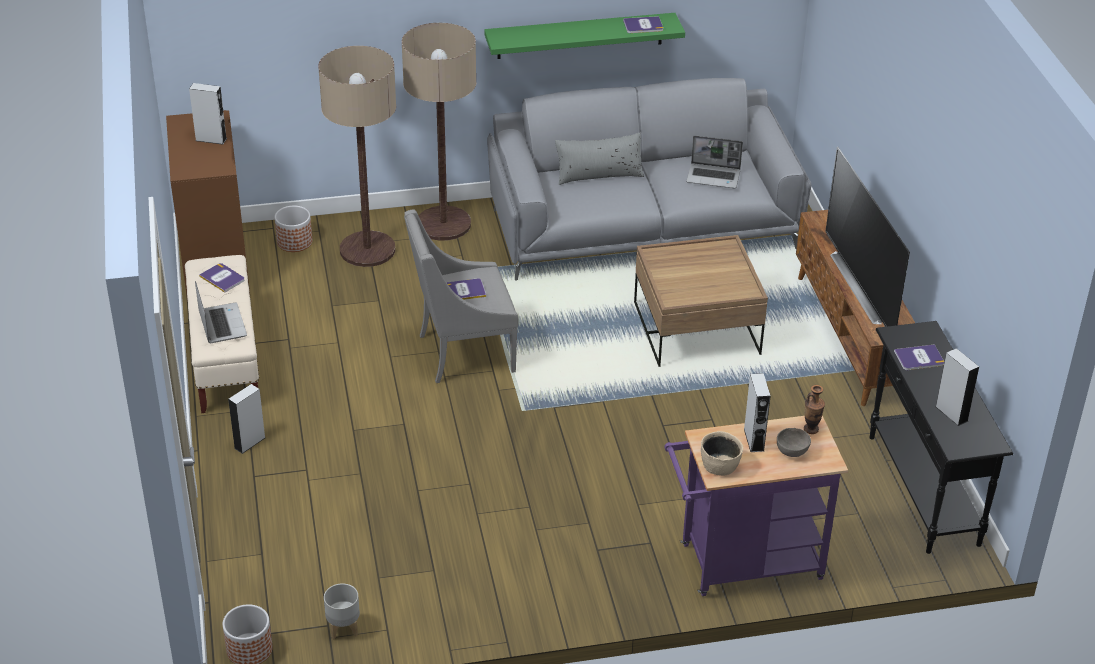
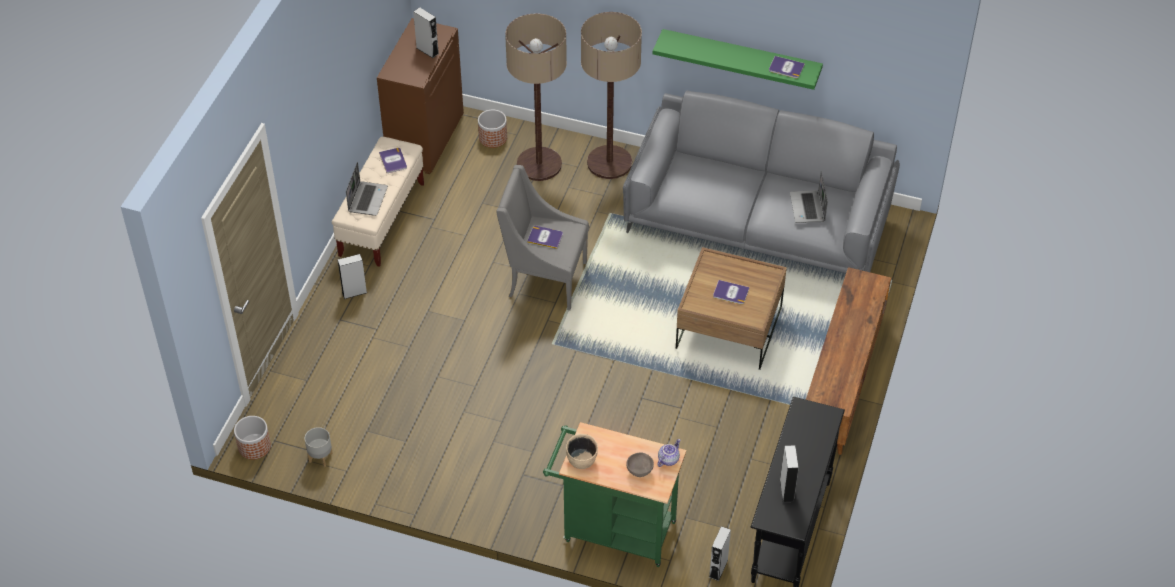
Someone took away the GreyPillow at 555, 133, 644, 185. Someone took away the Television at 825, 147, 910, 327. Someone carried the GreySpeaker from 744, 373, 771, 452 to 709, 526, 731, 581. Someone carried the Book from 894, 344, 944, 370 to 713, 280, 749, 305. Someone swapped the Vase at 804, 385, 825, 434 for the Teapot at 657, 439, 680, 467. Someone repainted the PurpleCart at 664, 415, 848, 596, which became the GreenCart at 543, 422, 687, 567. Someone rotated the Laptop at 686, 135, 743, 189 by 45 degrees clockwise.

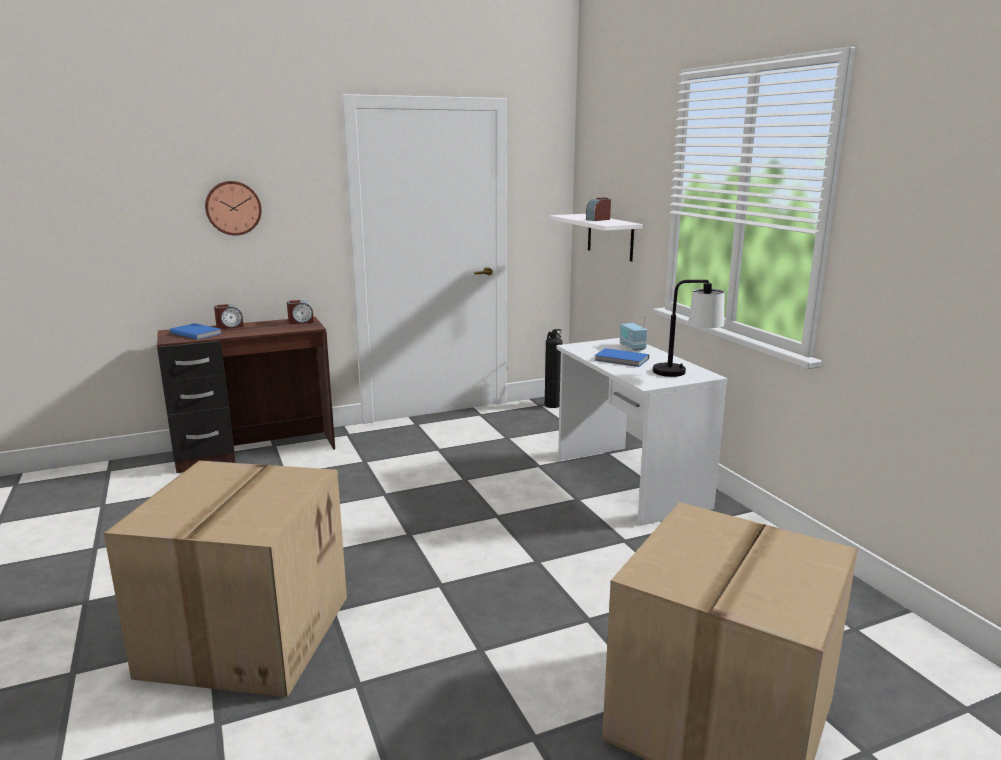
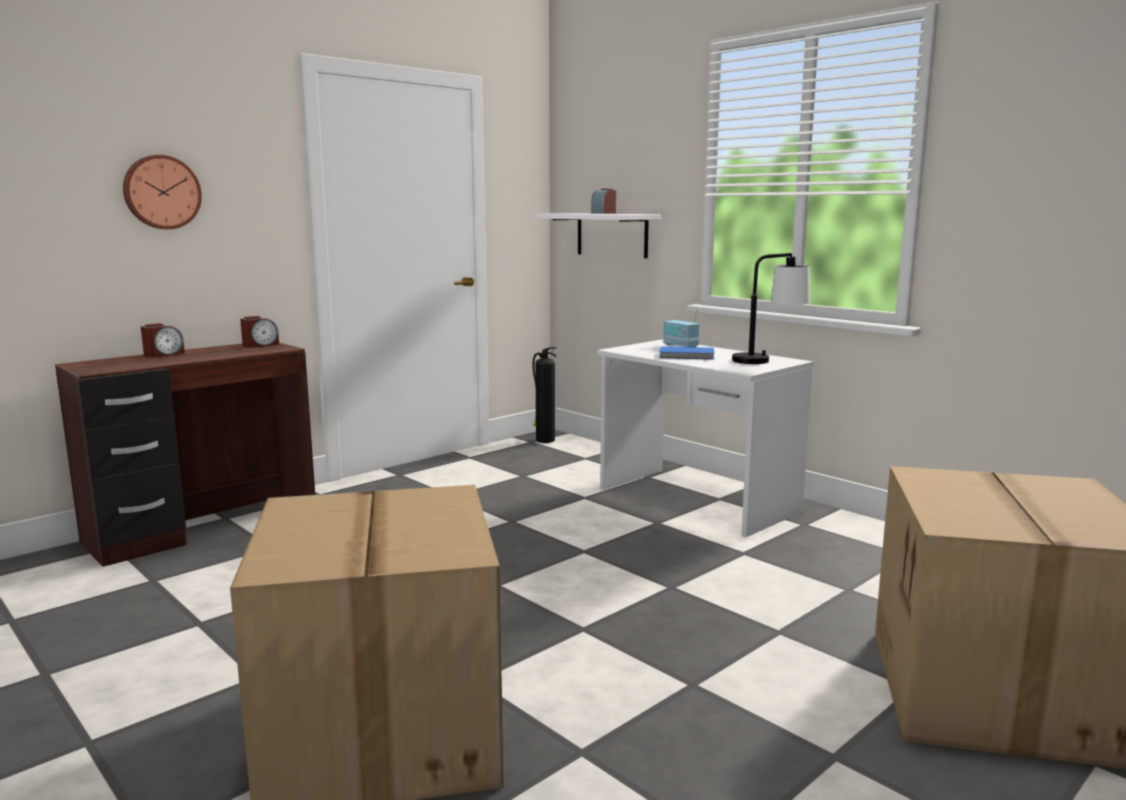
Someone took away the BlueBook at 170, 323, 221, 340.

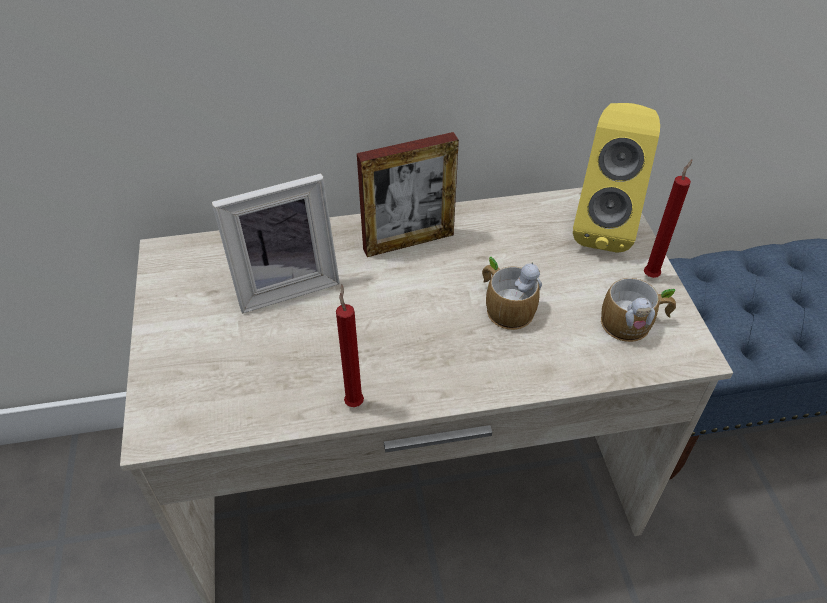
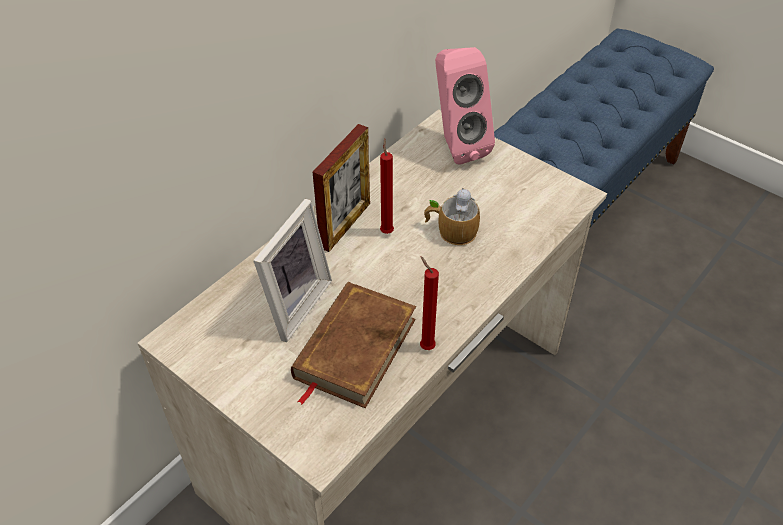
Someone took away the Mug at 601, 278, 676, 342. Someone put down the BrownBook at 291, 282, 416, 408. Someone carried the RedCandle from 644, 159, 692, 278 to 380, 138, 394, 234. Someone repainted the YellowSpeaker at 573, 103, 660, 252, which became the PinkSpeaker at 435, 47, 495, 165.

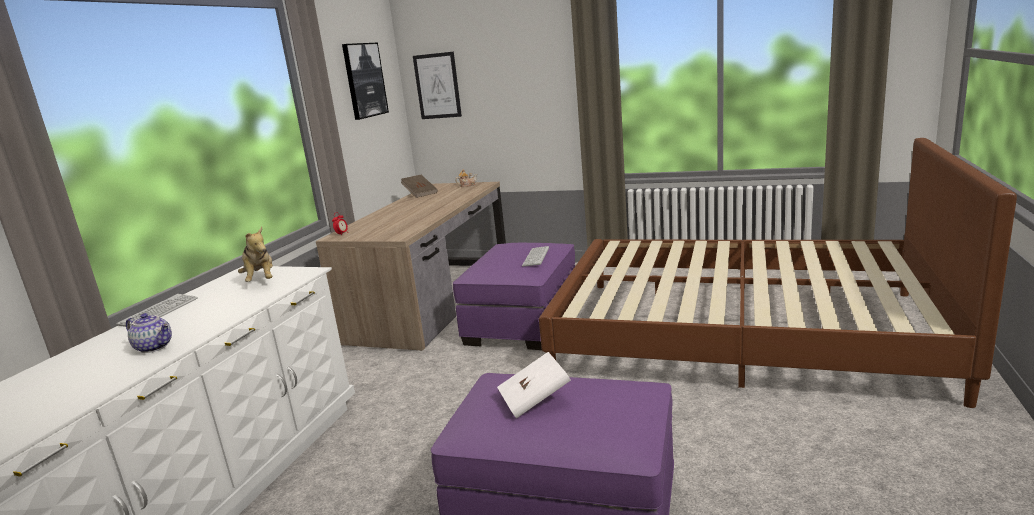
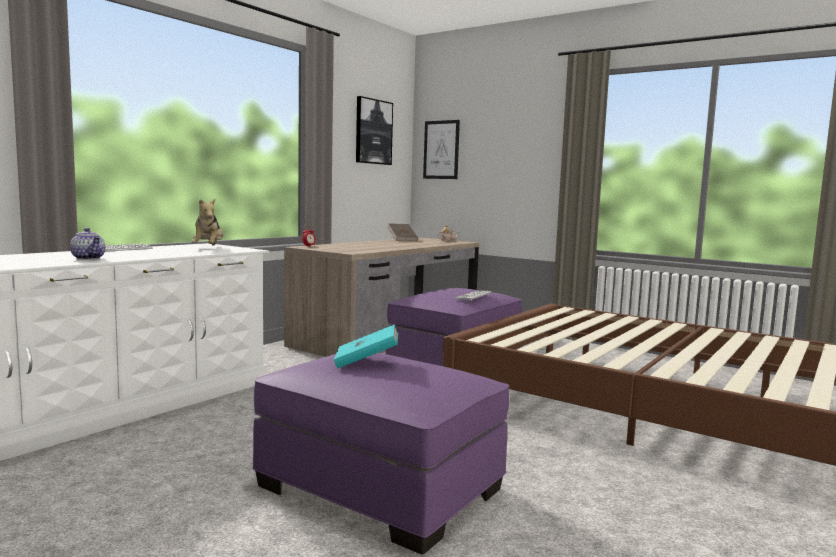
Someone repainted the WhiteBook at 497, 352, 571, 418, which became the TurquoiseBook at 334, 324, 398, 368.

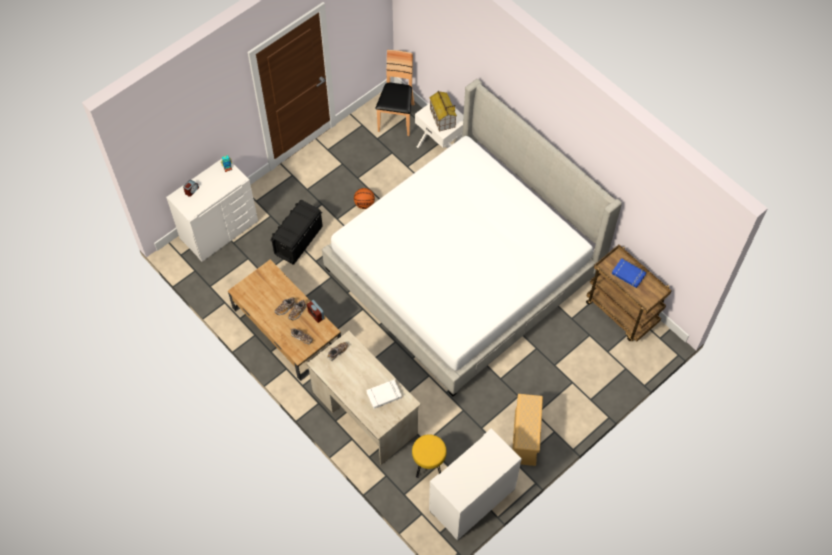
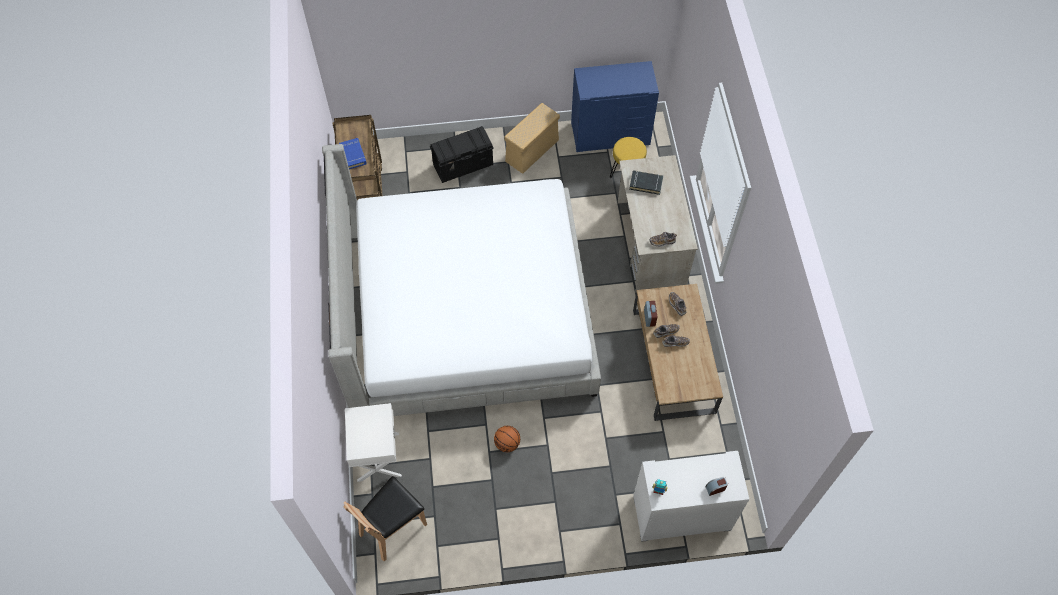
Someone took away the ToyHouse at 429, 91, 457, 132. Someone carried the BlackStorageBox from 270, 200, 323, 264 to 430, 126, 494, 183. Someone repainted the WhiteBook at 366, 380, 402, 409, which became the BlackBook at 629, 170, 663, 195. Someone repainted the WhiteDresser at 429, 429, 522, 541, which became the BlueDresser at 571, 61, 659, 152.

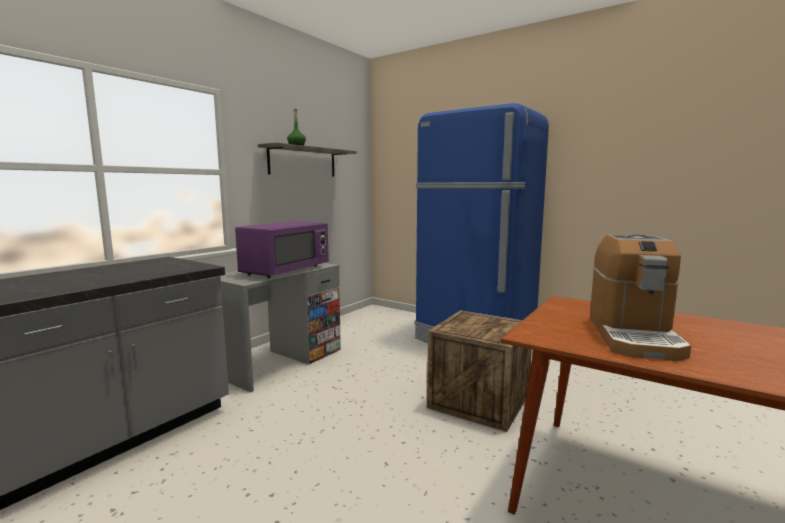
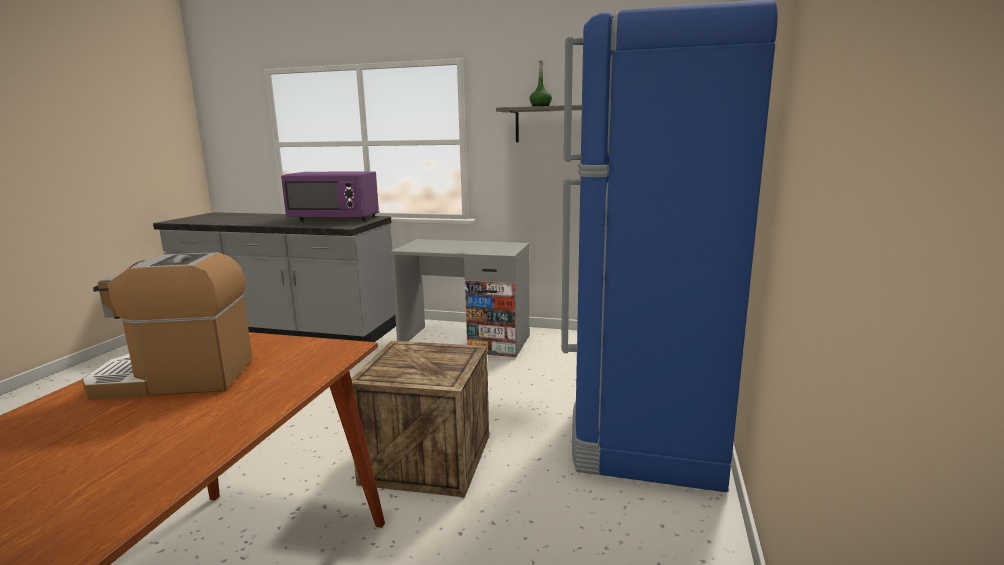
Someone carried the PurpleMicrowave from 235, 221, 329, 278 to 281, 171, 379, 221.

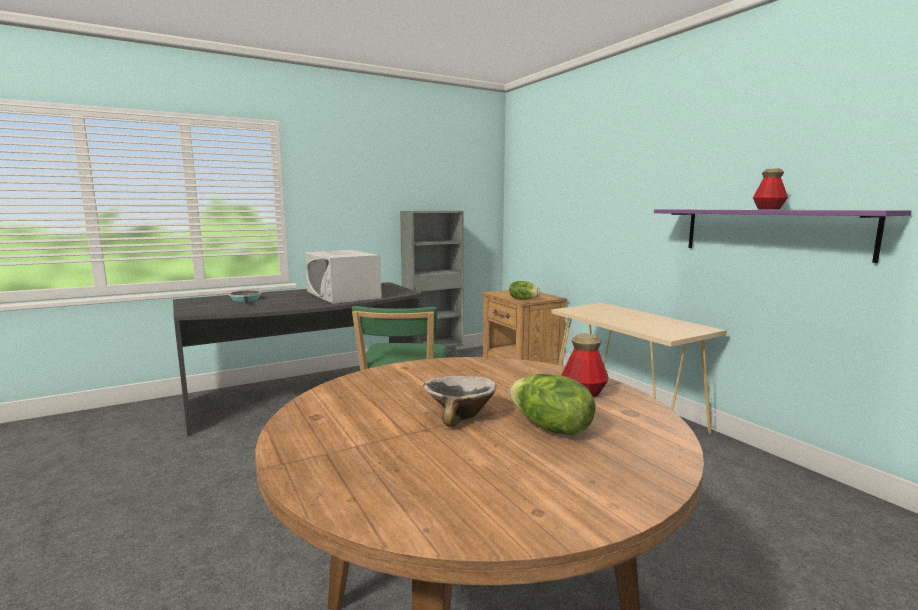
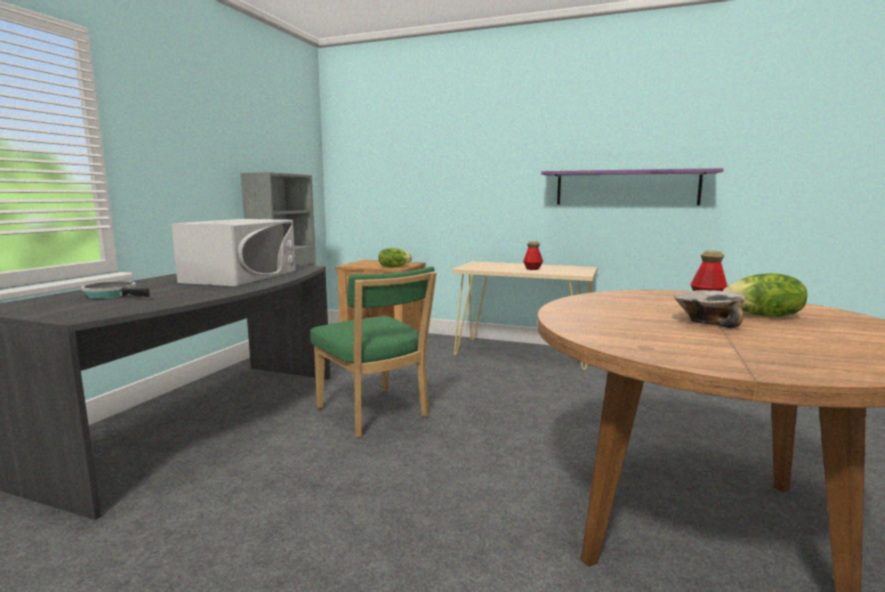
Someone carried the Bottle from 753, 169, 788, 210 to 523, 241, 543, 270. Someone rotated the WhiteMicrowave at 305, 250, 382, 304 by 90 degrees counterclockwise.

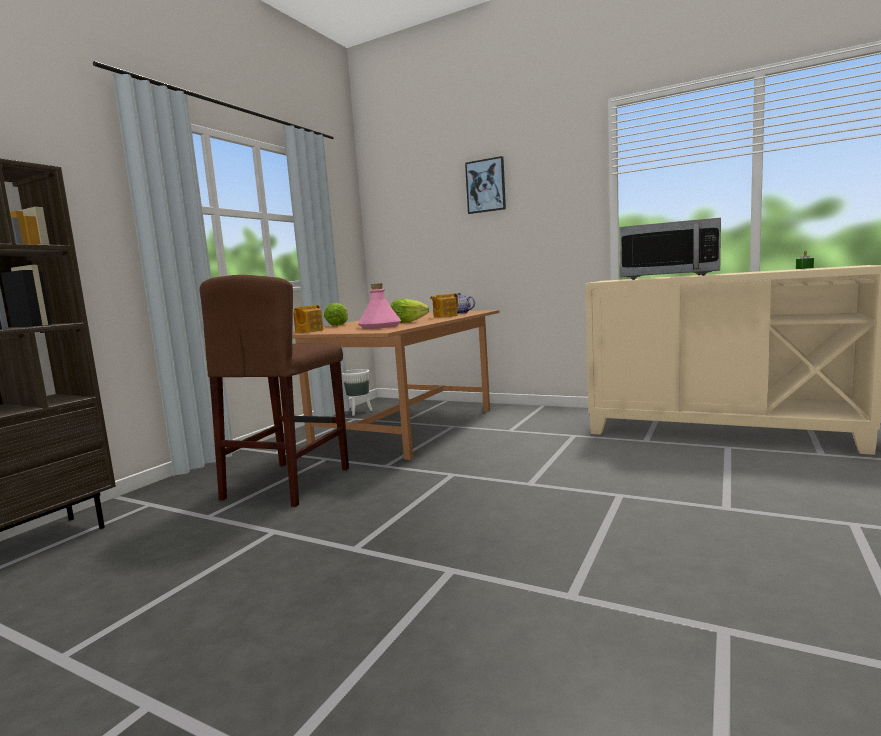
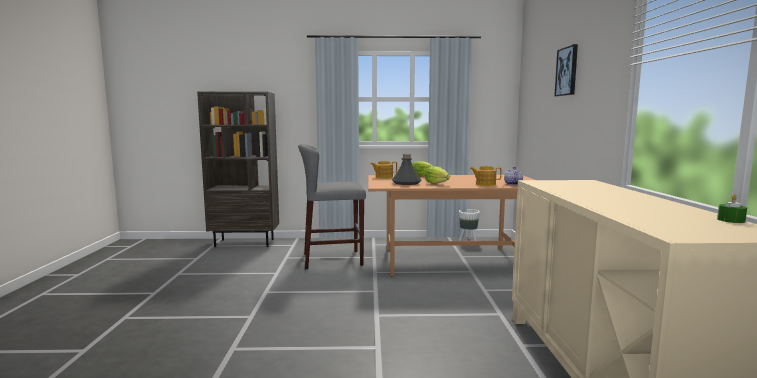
Someone took away the Microwave at 619, 218, 721, 280. Someone repainted the BrownStool at 200, 275, 349, 507, which became the GreyStool at 298, 144, 366, 269. Someone repainted the PinkBottle at 358, 283, 402, 329, which became the GreyBottle at 392, 154, 421, 185.

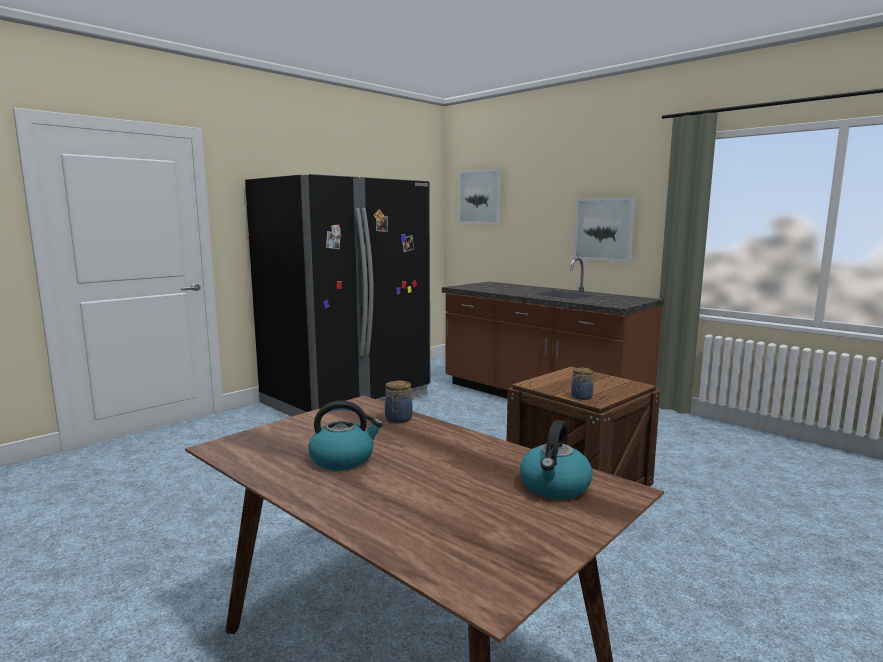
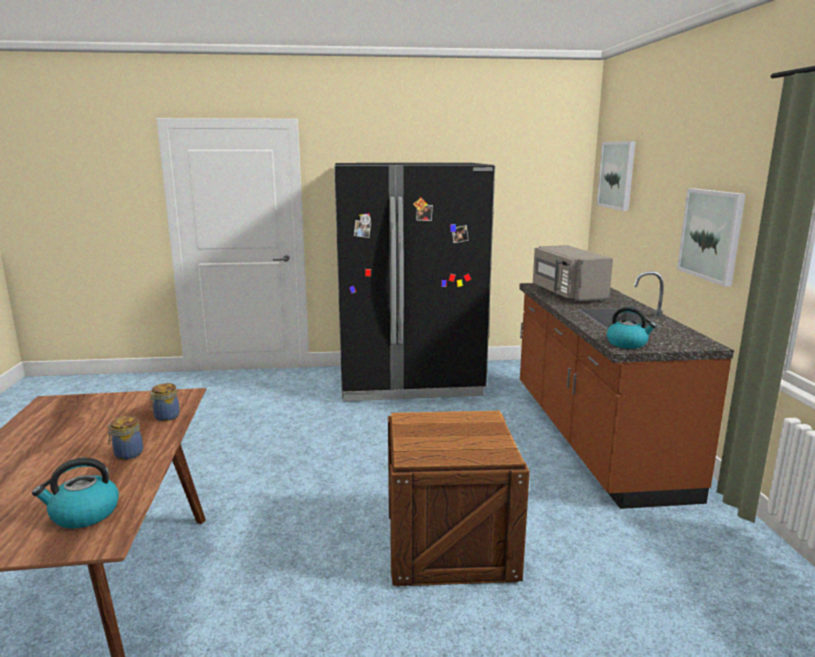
Someone put down the GreyMicrowave at 533, 245, 613, 302. Someone carried the Kettle from 308, 401, 383, 470 to 607, 307, 656, 349. Someone carried the Jar from 571, 368, 593, 400 to 107, 416, 143, 460.

